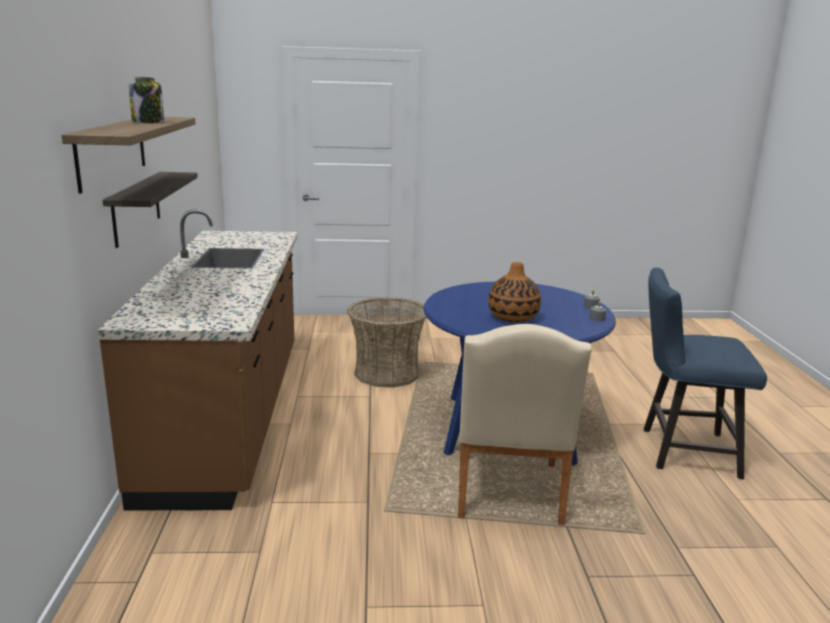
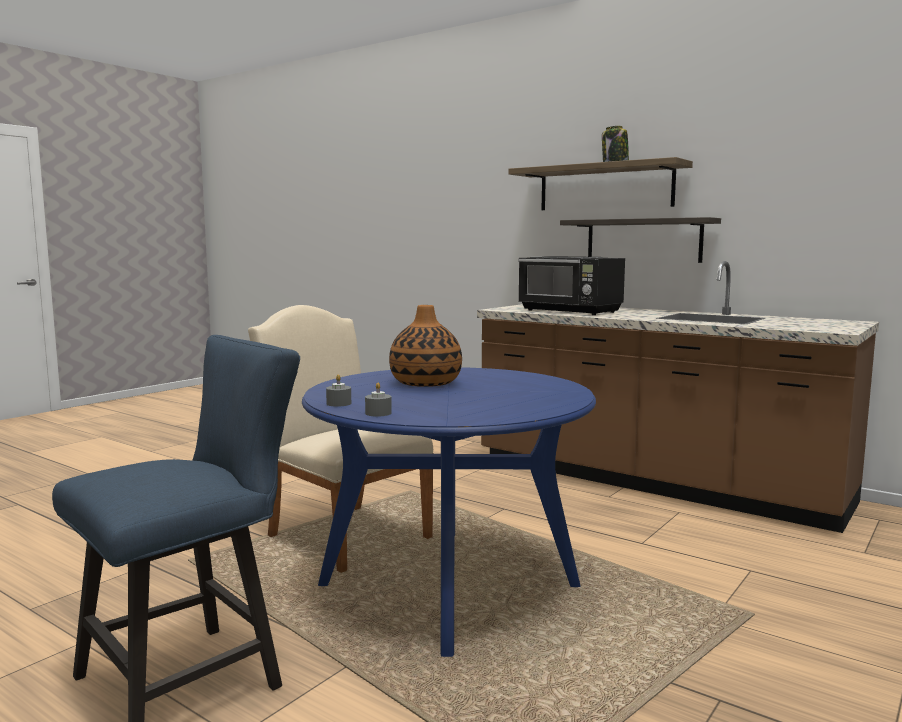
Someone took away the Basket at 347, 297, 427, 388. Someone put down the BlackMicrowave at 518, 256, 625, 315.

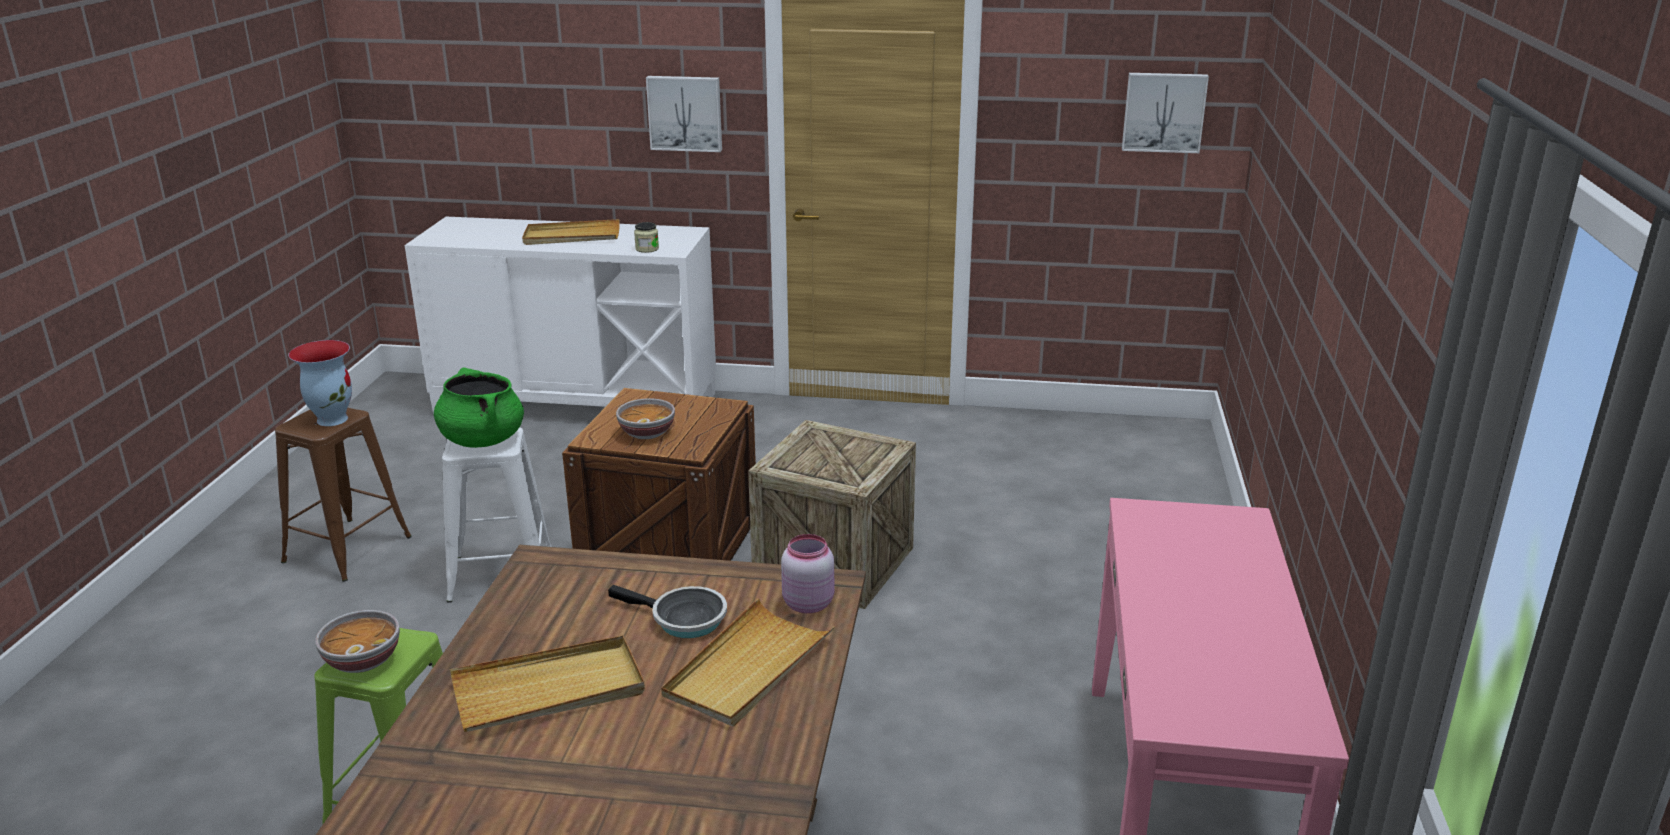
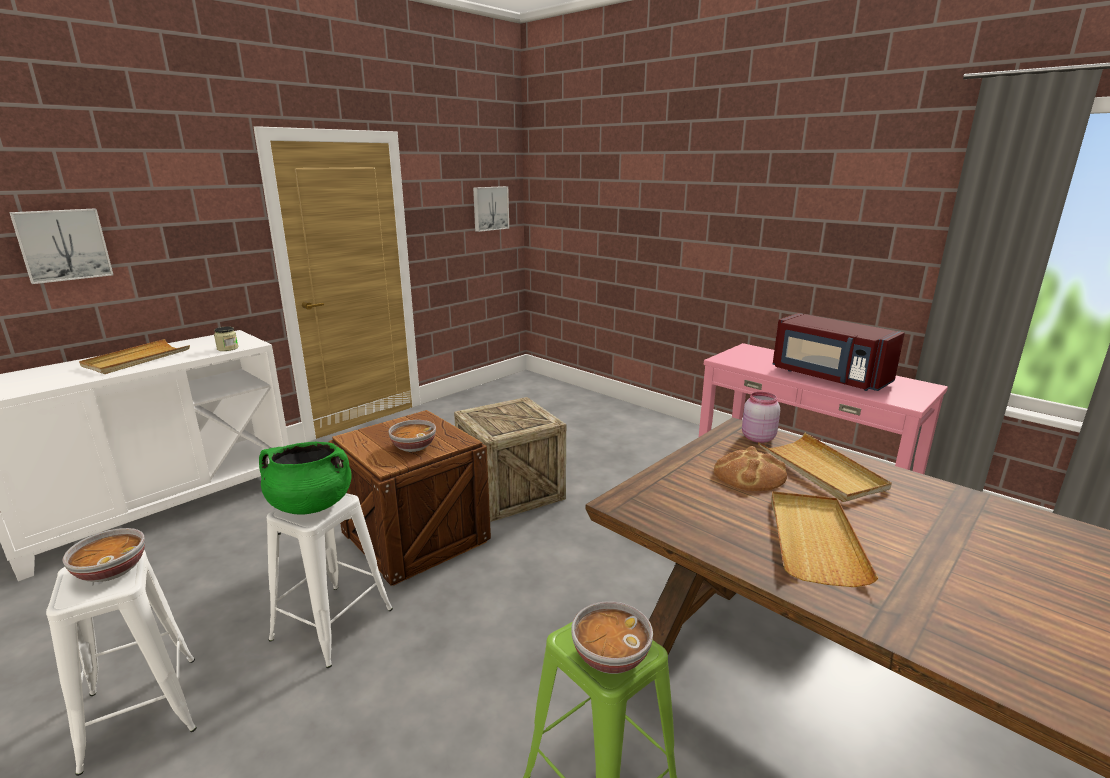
Someone put down the RedMicrowave at 772, 313, 905, 391. Someone carried the Picture from 646, 76, 722, 152 to 9, 208, 113, 284. Someone swapped the Vase at 288, 340, 352, 426 for the Bowl at 63, 528, 145, 582. Someone swapped the FryingPan at 608, 585, 727, 638 for the Bread at 714, 446, 787, 491. Someone repainted the BrownStool at 275, 408, 412, 582, which became the WhiteStool at 46, 550, 197, 776.

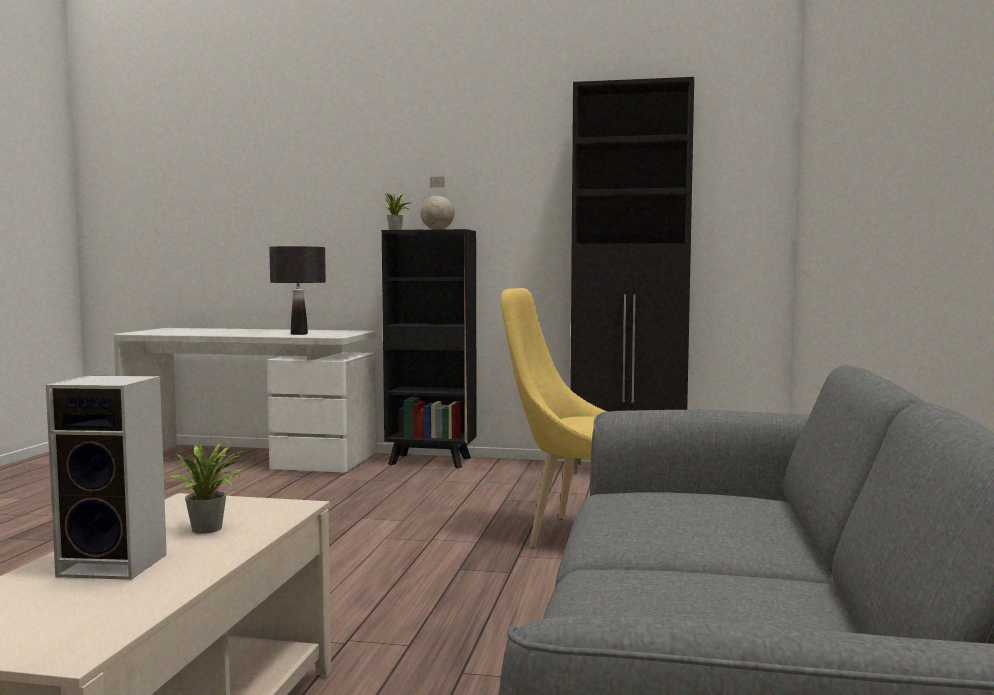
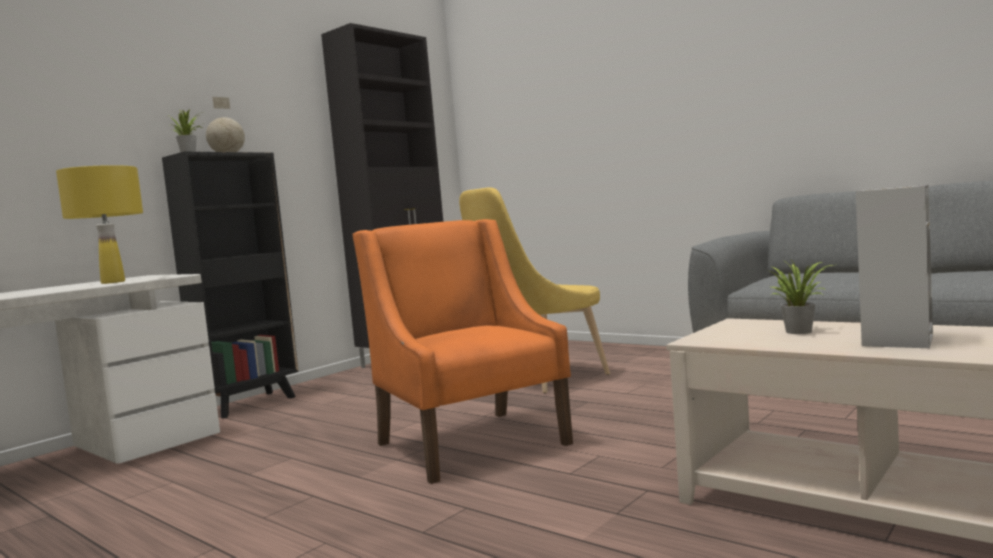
Someone put down the OrangeArmchair at 353, 219, 573, 484. Someone repainted the BlackTableLamp at 269, 246, 326, 335, which became the YellowTableLamp at 56, 165, 143, 284.

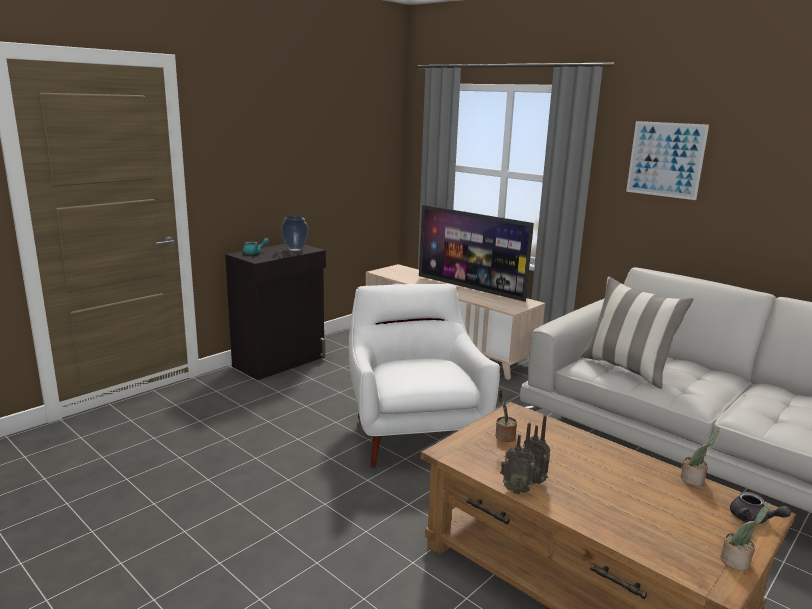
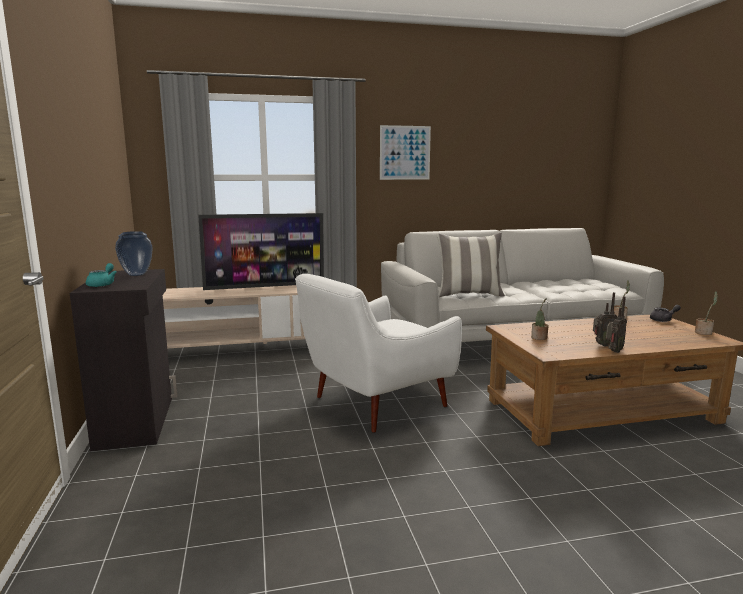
Someone rotated the WhiteArmchair at 349, 284, 500, 468 by 60 degrees counterclockwise.

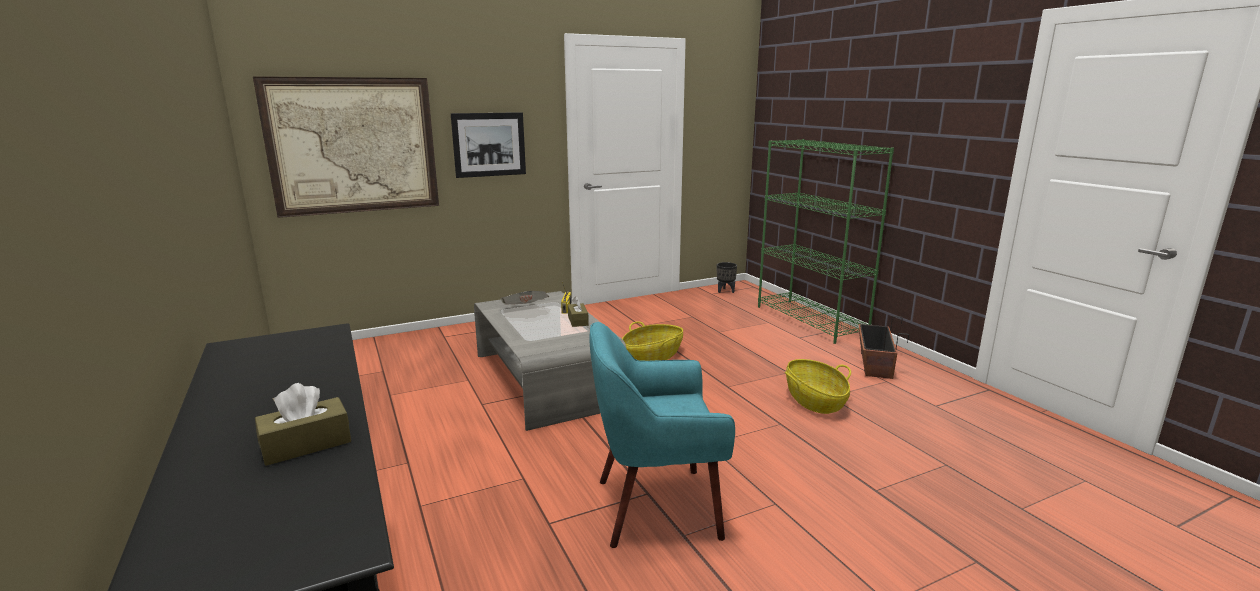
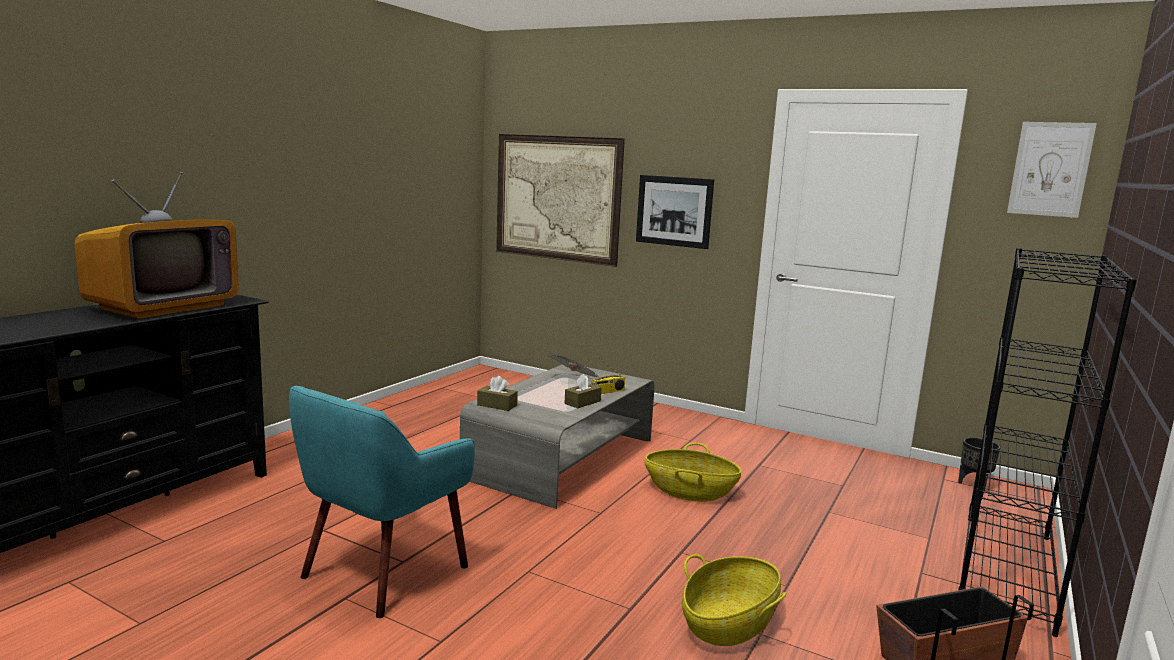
Someone put down the Television at 74, 172, 239, 318. Someone put up the Picture at 1007, 122, 1097, 218. Someone carried the BrownTissueBox from 255, 383, 351, 466 to 477, 376, 518, 411. Someone repainted the GreenBookcase at 758, 139, 894, 344, which became the BlackBookcase at 958, 248, 1137, 637. Someone rotated the TurquoiseArmchair at 589, 322, 735, 548 by 105 degrees counterclockwise.

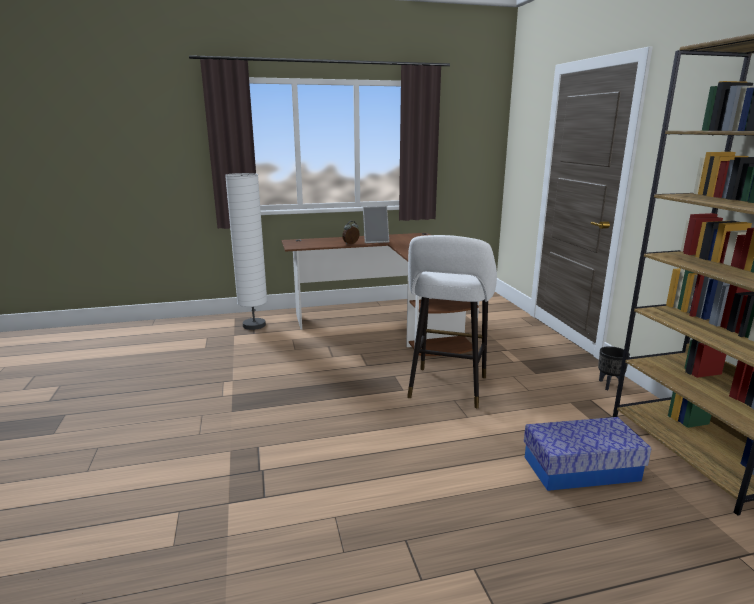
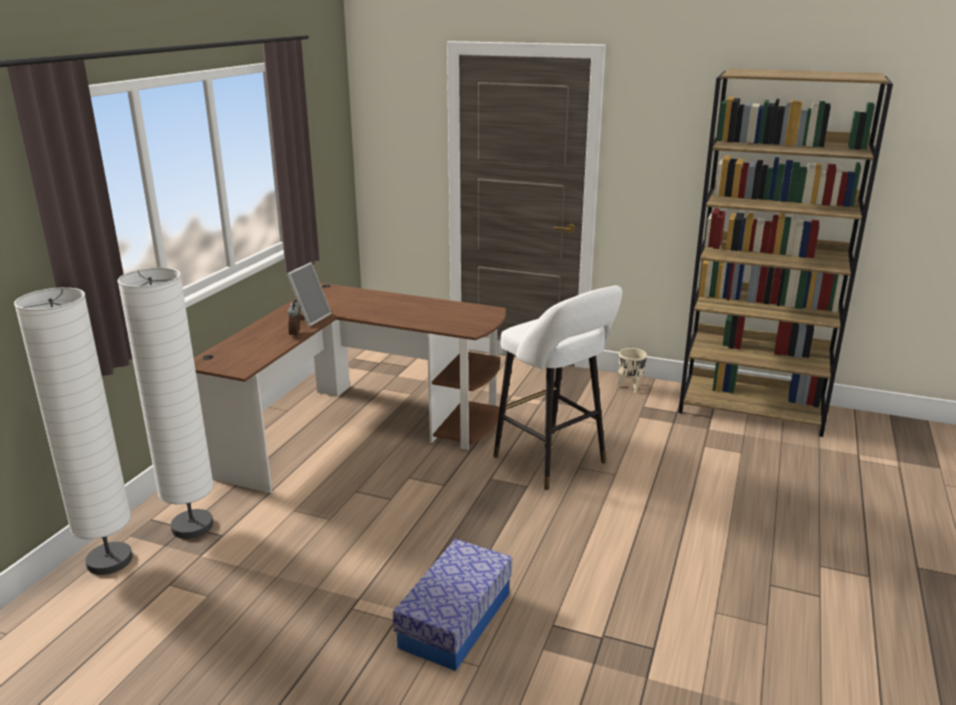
Someone put down the WhiteFloorLamp at 14, 287, 133, 575. Someone carried the StorageBox from 524, 417, 651, 491 to 393, 539, 512, 671. Someone repainted the BlackPlanter at 598, 346, 630, 390, which became the BeigePlanter at 618, 348, 647, 393.

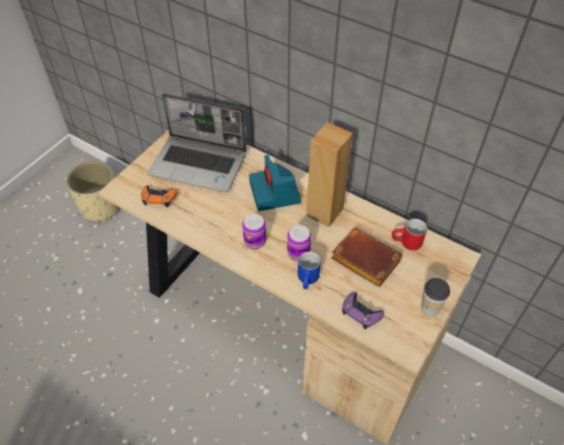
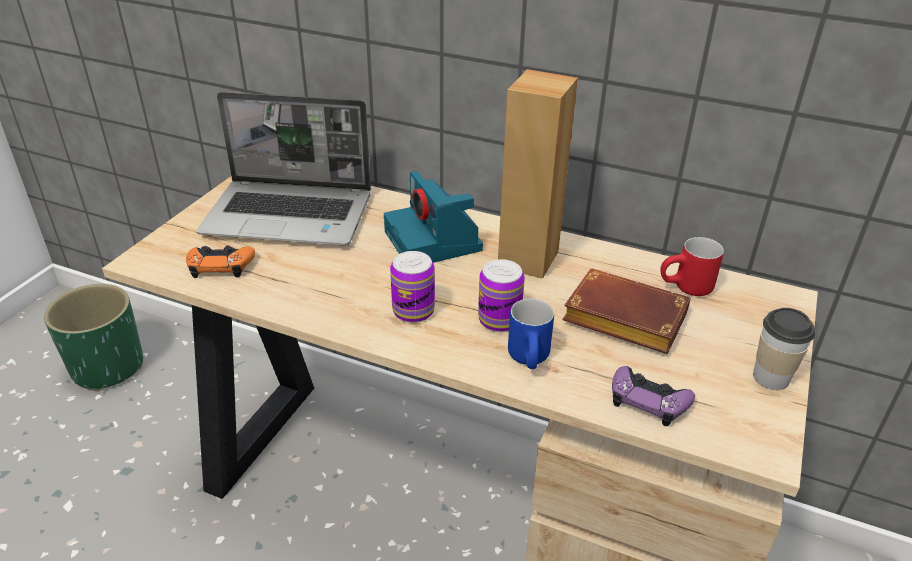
Someone repainted the BeigePlanter at 66, 161, 120, 223, which became the GreenPlanter at 44, 284, 143, 391.

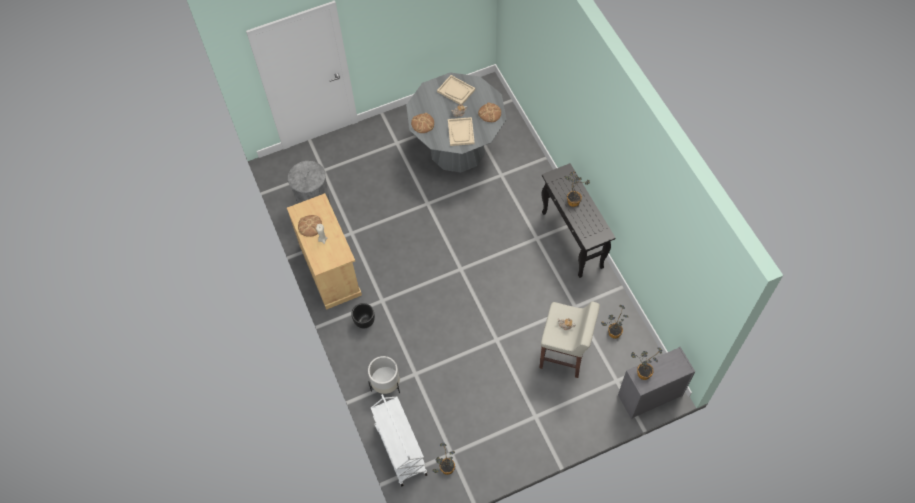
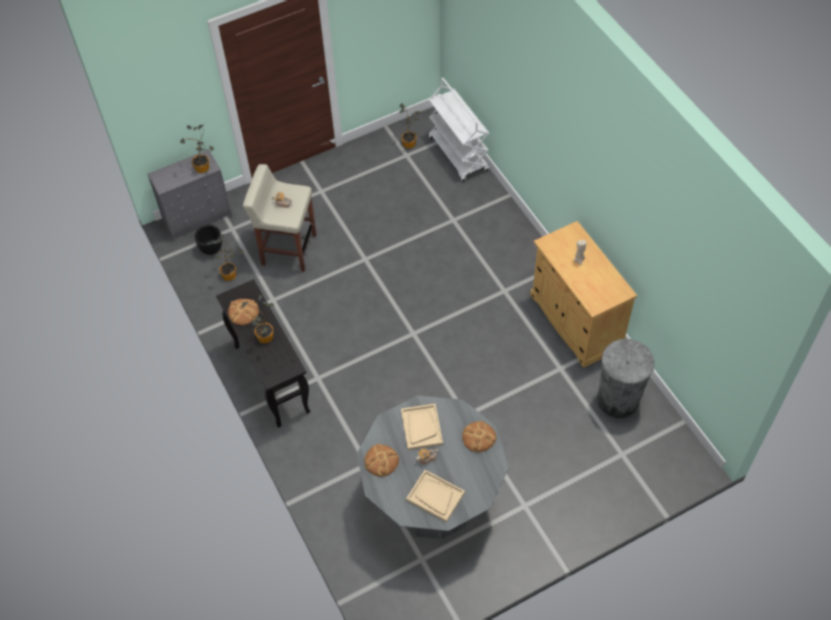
Someone took away the WhitePlanter at 368, 356, 400, 394. Someone carried the Bread from 298, 215, 322, 237 to 228, 299, 259, 325. Someone carried the BlackPlanter from 351, 303, 375, 329 to 195, 225, 222, 255.

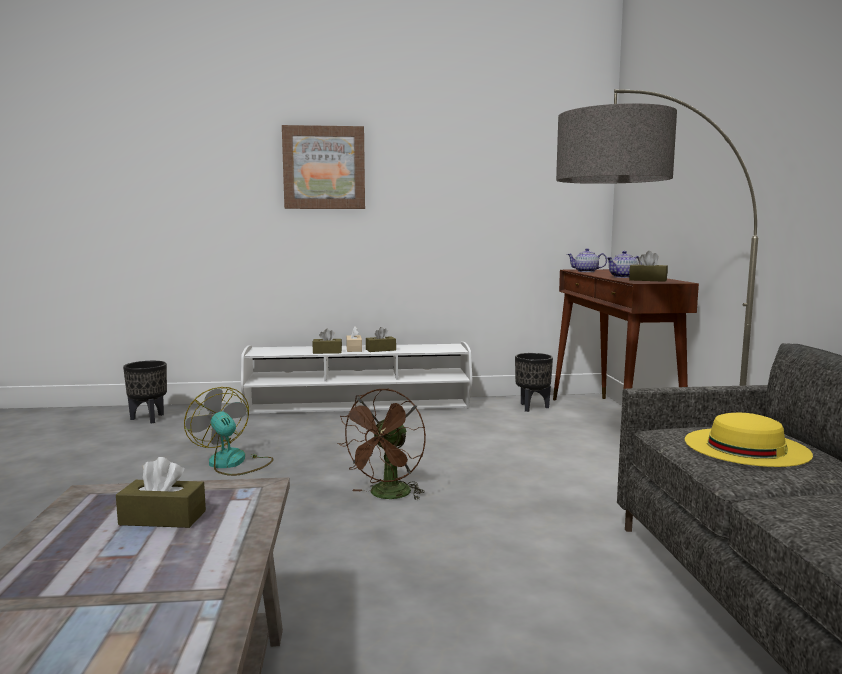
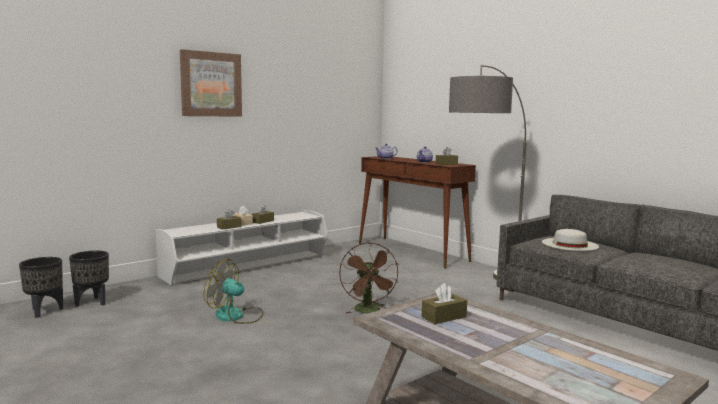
Someone carried the BlackPlanter from 515, 353, 553, 412 to 19, 257, 63, 318. Someone repainted the YellowHat at 685, 413, 813, 467, which became the WhiteHat at 542, 229, 599, 251.

